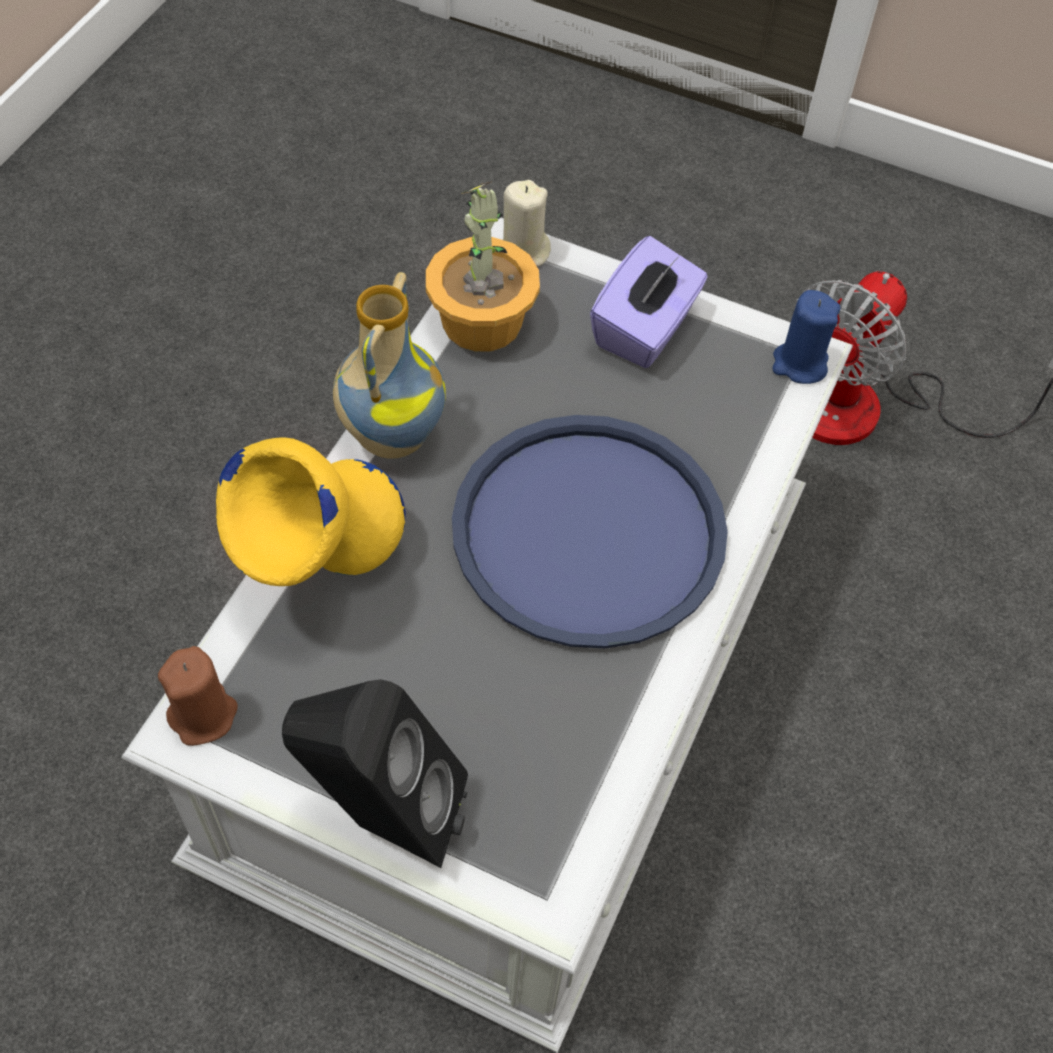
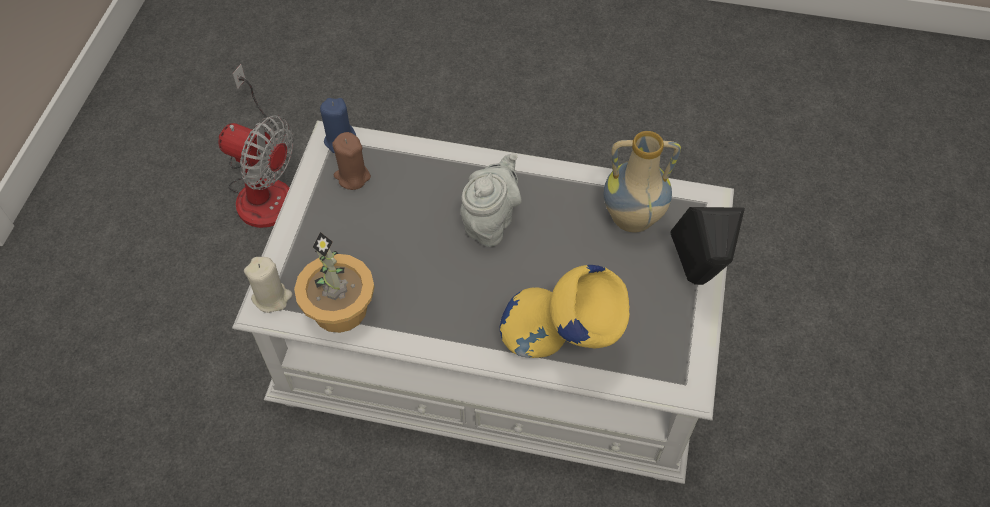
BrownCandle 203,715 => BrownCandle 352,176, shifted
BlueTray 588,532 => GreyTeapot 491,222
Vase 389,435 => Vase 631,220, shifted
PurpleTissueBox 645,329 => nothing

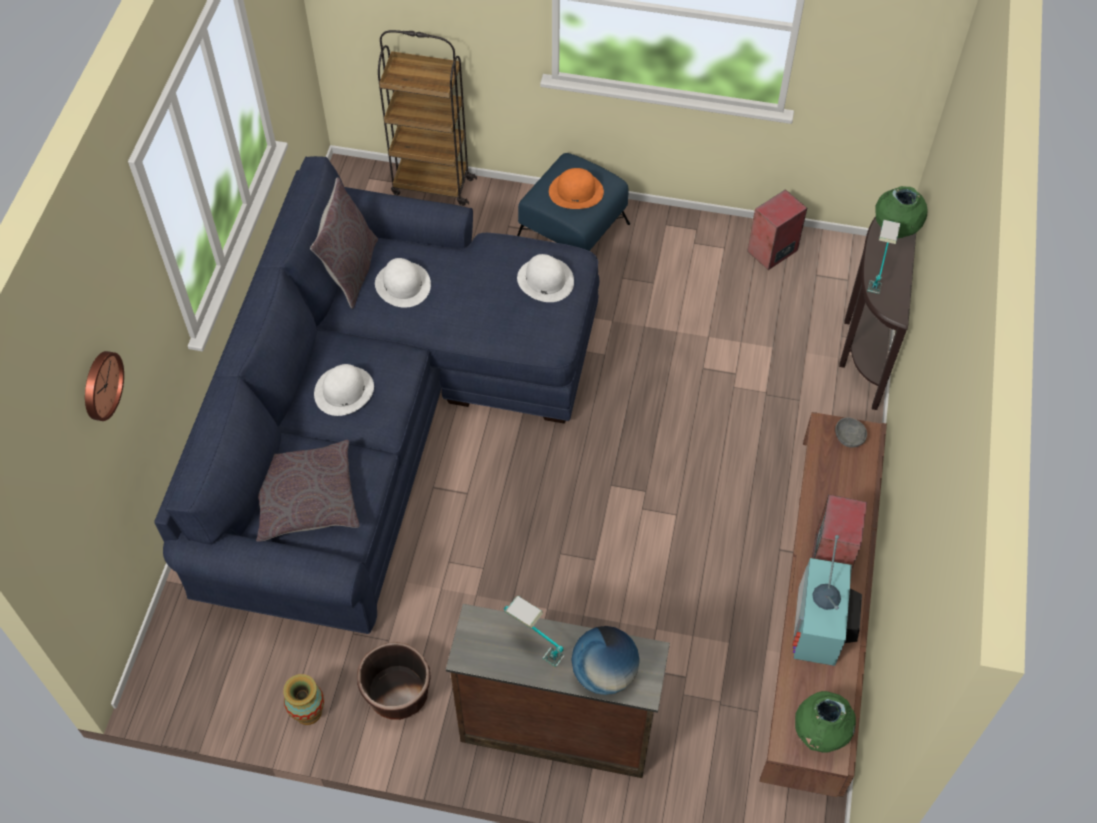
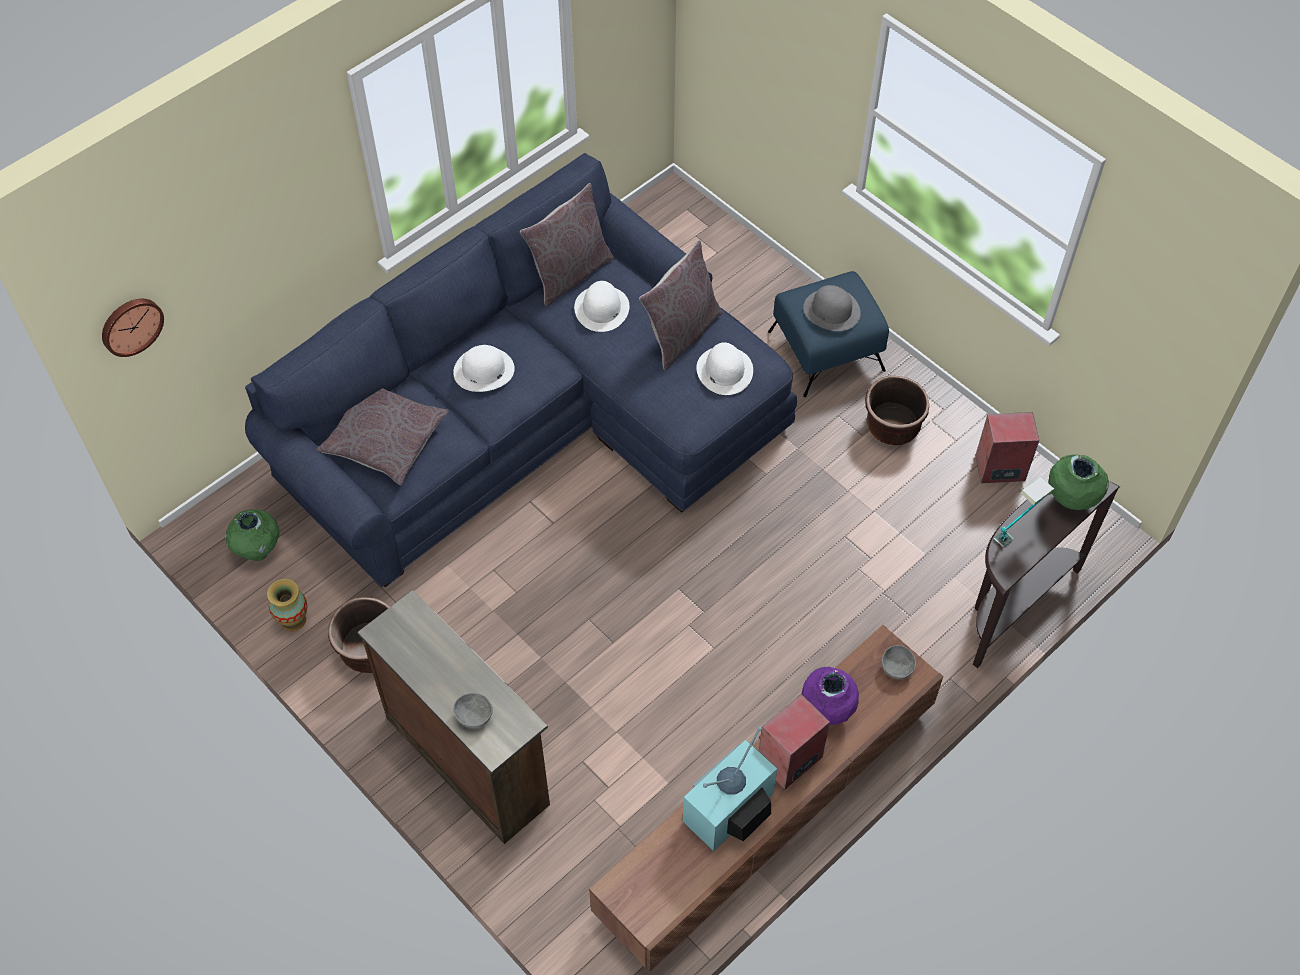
WallClock 100,385 => WallClock 130,325, shifted
GreenVase 819,735 => GreenVase 258,550, shifted
Globe 604,673 => GreyBowl 474,715
nothing => GreyPillow 681,334
nothing => PurpleVase 826,709
OrangeHat 576,191 => GreyHat 832,310
nothing => BrownPlanter 892,426
BrownCart 432,186 => nothing
TableLamp 533,644 => nothing

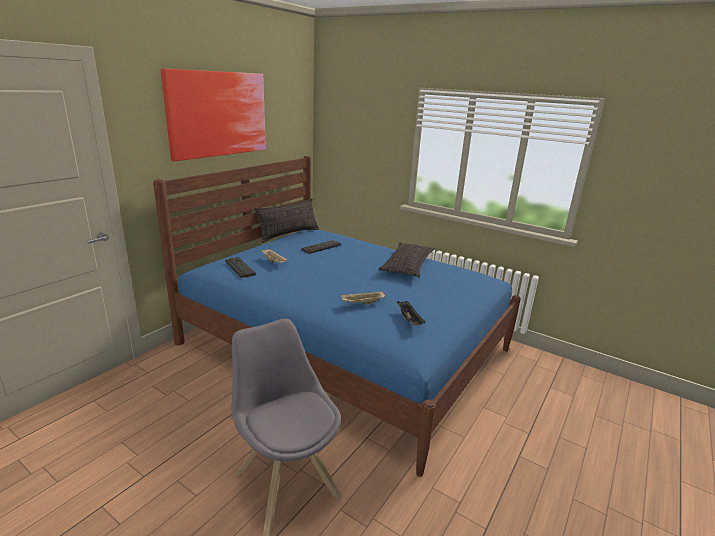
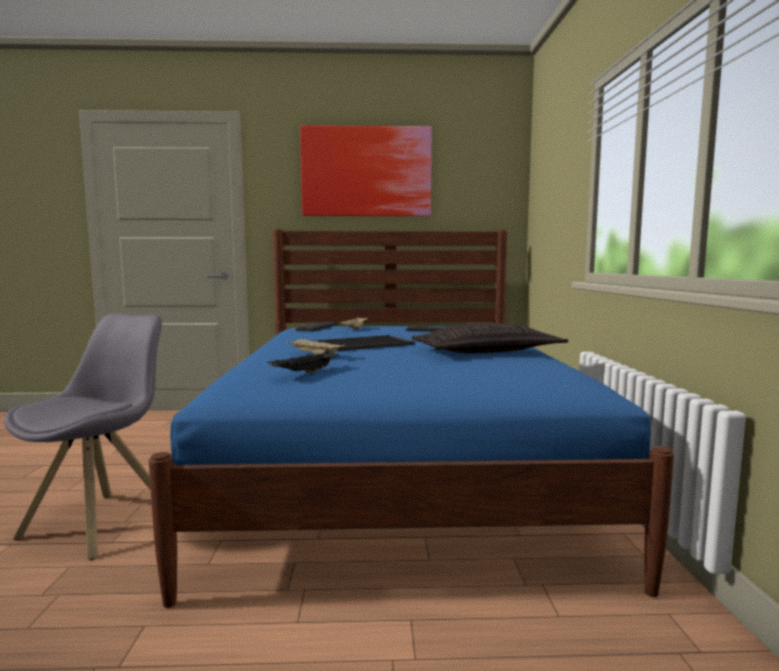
nothing => Tray 361,344
Pillow 289,234 => nothing

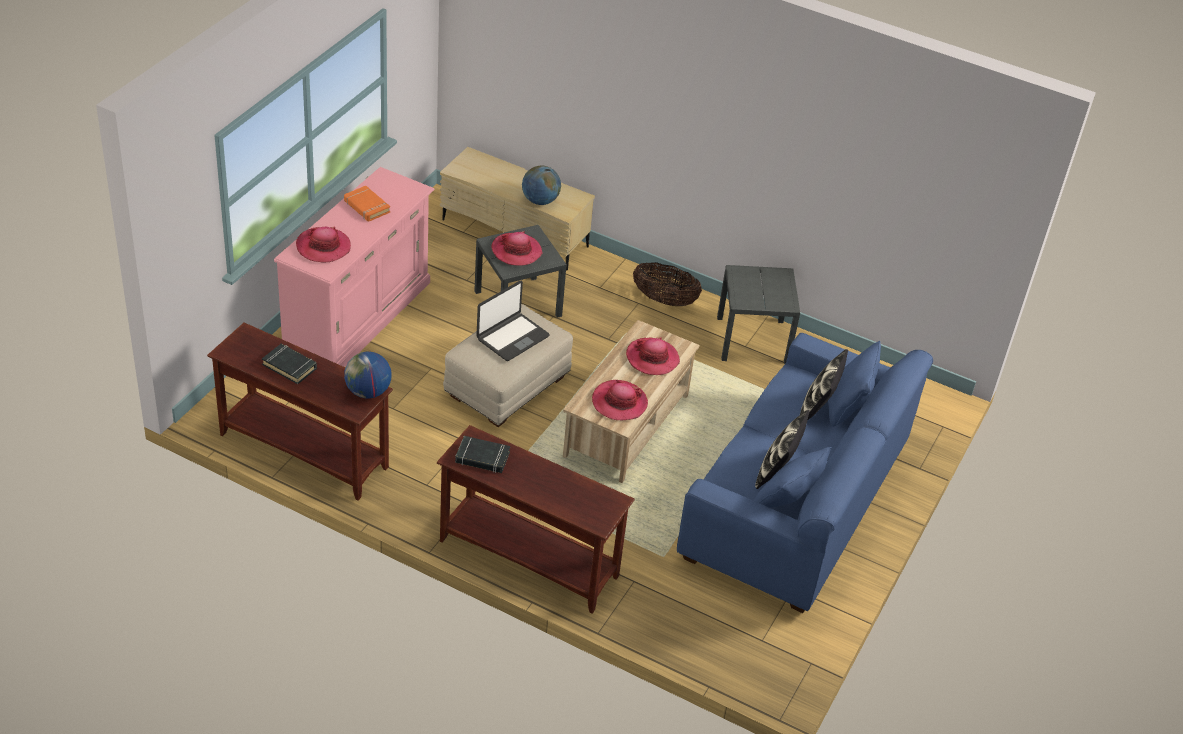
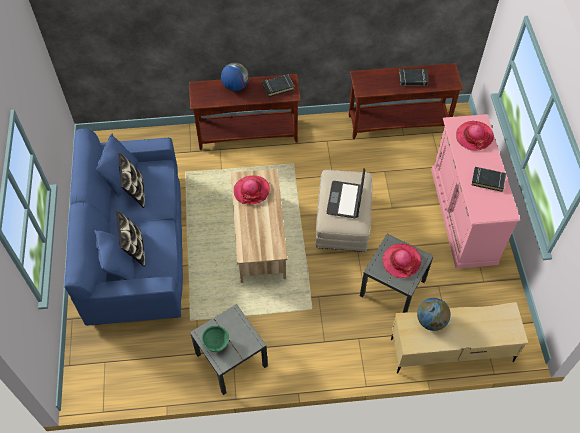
nothing => GreenBowl 216,344
Globe 368,392 => Globe 235,86, shifted
OrangeBook 366,207 => BlackBook 488,180
Hat 652,358 => nothing
Basket 664,300 => nothing

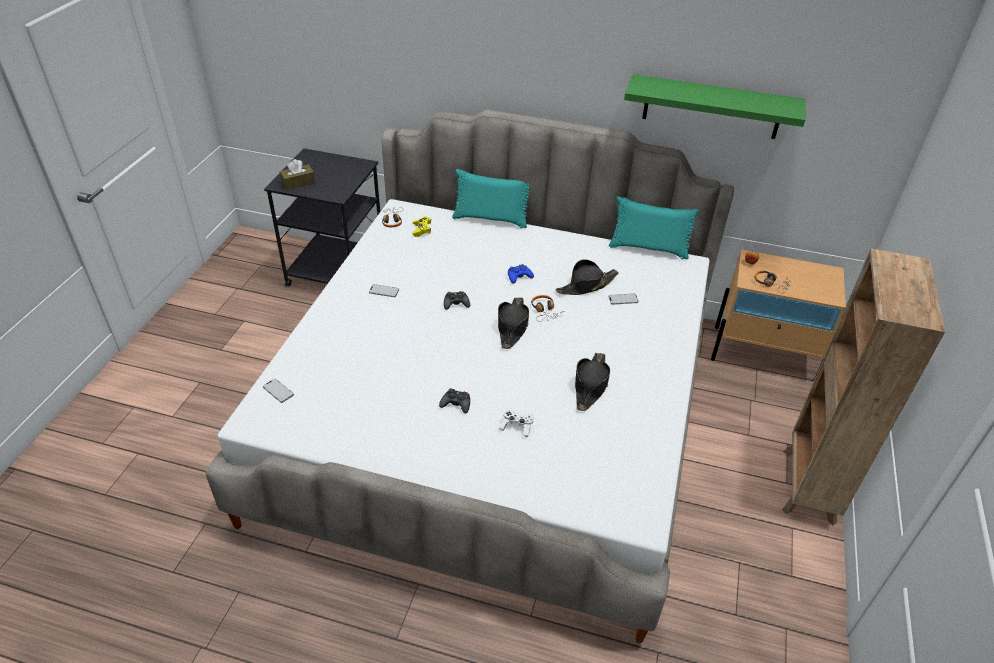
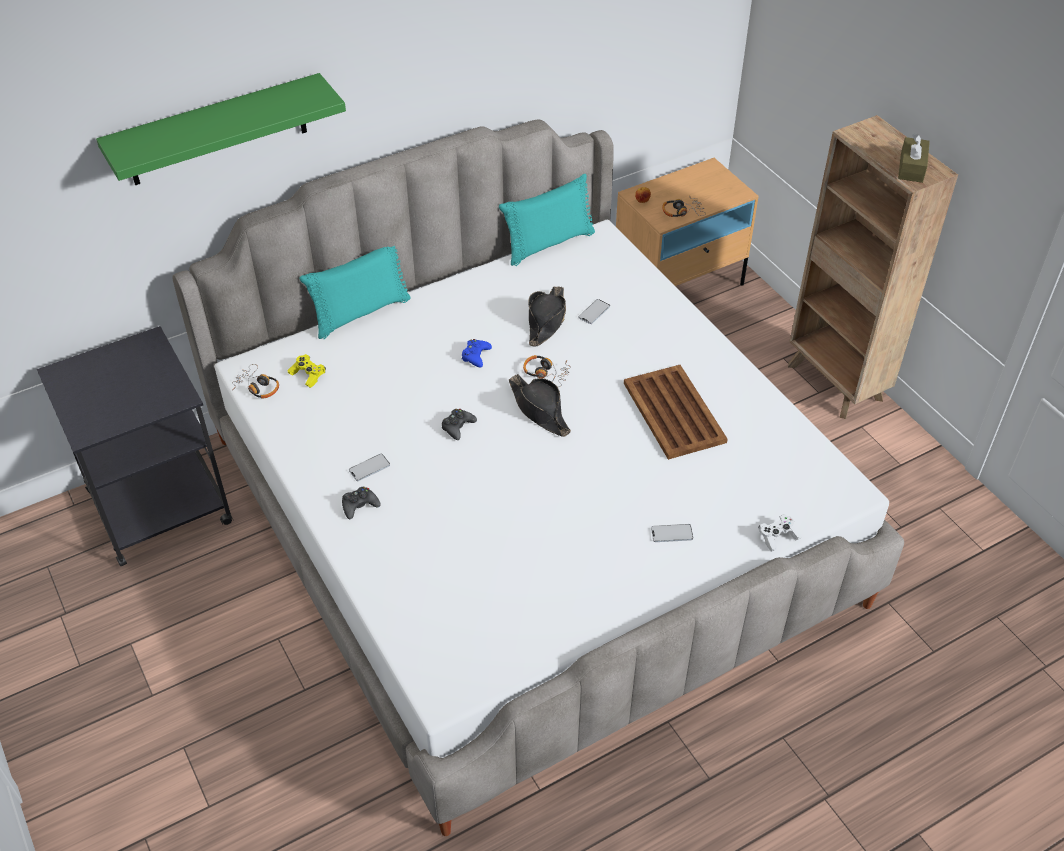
GreenShelf 712,107 => GreenShelf 217,131, shifted
BlackGameController 456,404 => BlackGameController 359,505, shifted
BlackHat 590,385 => BrownTray 674,413
Phone 278,391 => Phone 672,534, shifted
WhiteGameController 516,426 => WhiteGameController 778,537, shifted
BrownTissueBox 298,183 => BrownTissueBox 911,168, shifted

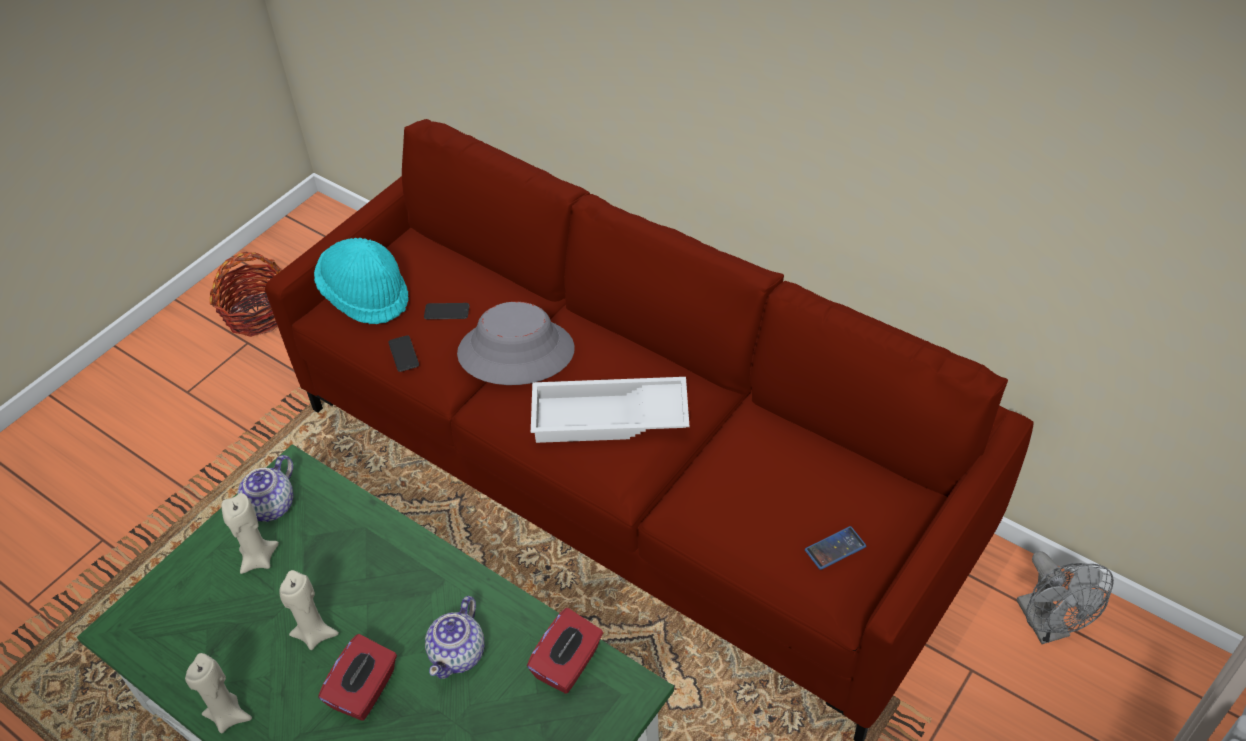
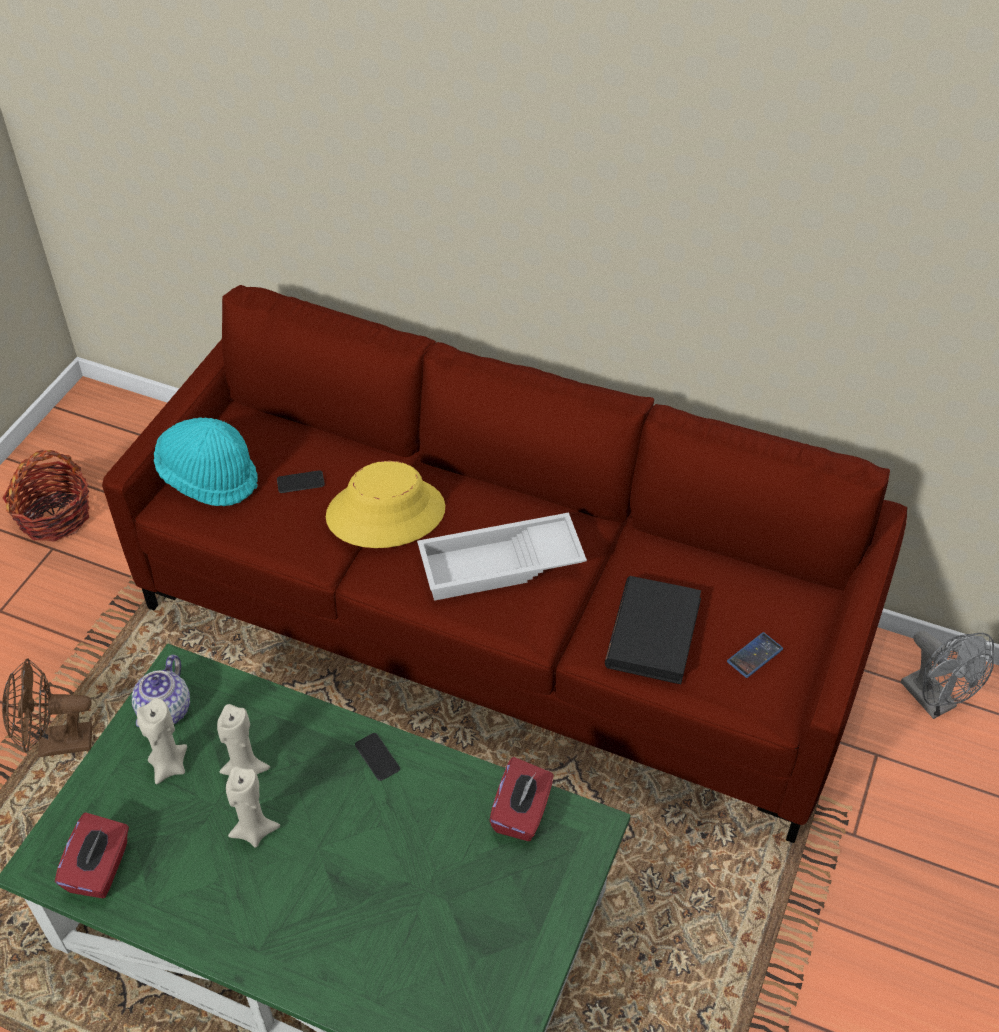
nothing => BrownFan 56,744
RedTissueBox 365,690 => RedTissueBox 100,869, shifted
BeigeCandle 229,715 => BeigeCandle 245,769, shifted
GreyHat 516,351 => YellowHat 385,513
Phone 403,354 => Phone 377,757, shifted
nothing => BlackBook 653,633
Teapot 458,653 => nothing

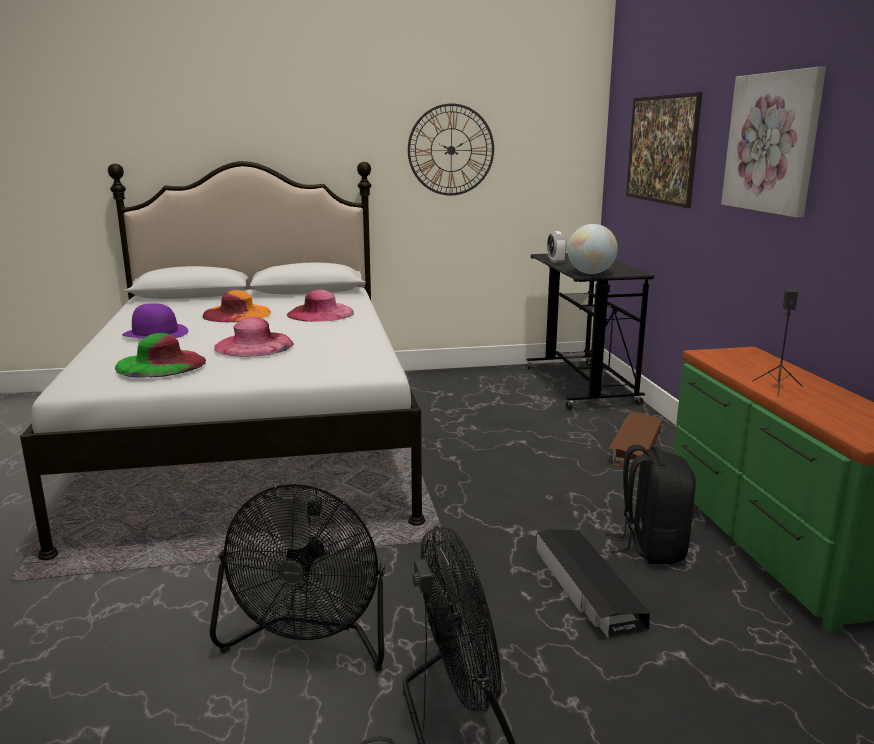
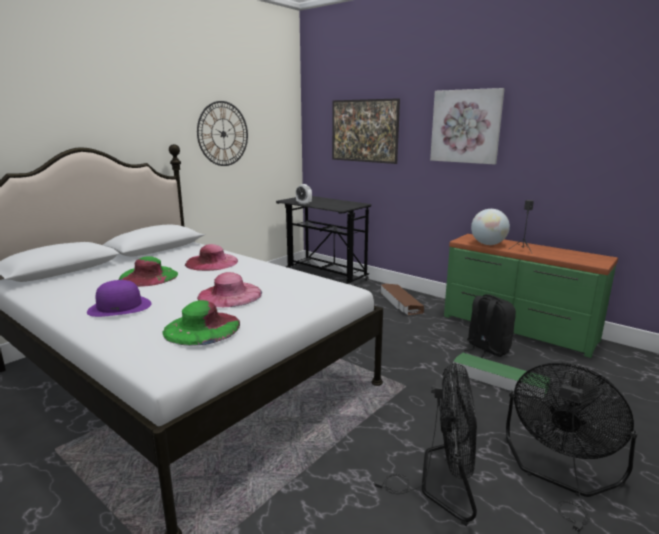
OrangeHat 237,314 => GreenHat 148,276
BlackFan 305,638 => BlackFan 440,478, 45 degrees counterclockwise
BlackStorageBox 587,588 => GreenStorageBox 499,380
Globe 590,273 => Globe 488,244, shifted

